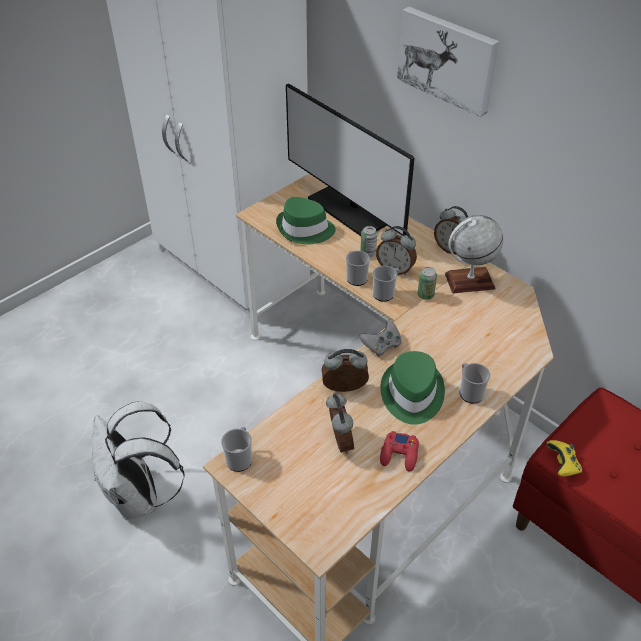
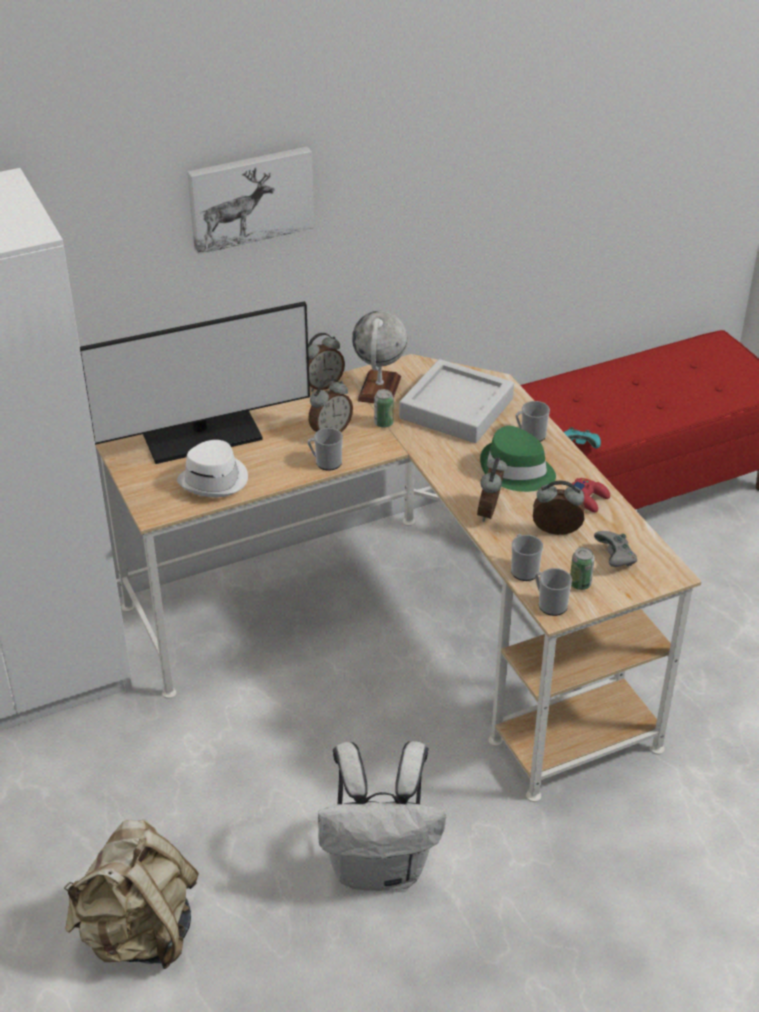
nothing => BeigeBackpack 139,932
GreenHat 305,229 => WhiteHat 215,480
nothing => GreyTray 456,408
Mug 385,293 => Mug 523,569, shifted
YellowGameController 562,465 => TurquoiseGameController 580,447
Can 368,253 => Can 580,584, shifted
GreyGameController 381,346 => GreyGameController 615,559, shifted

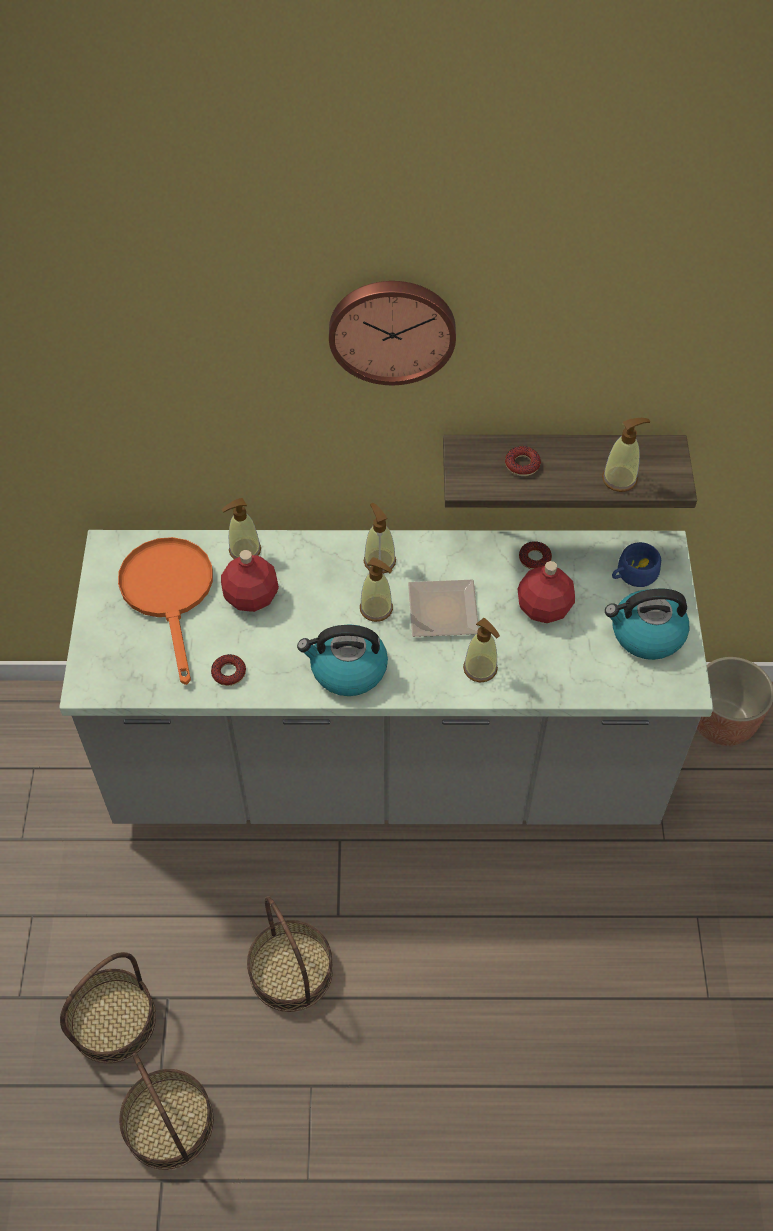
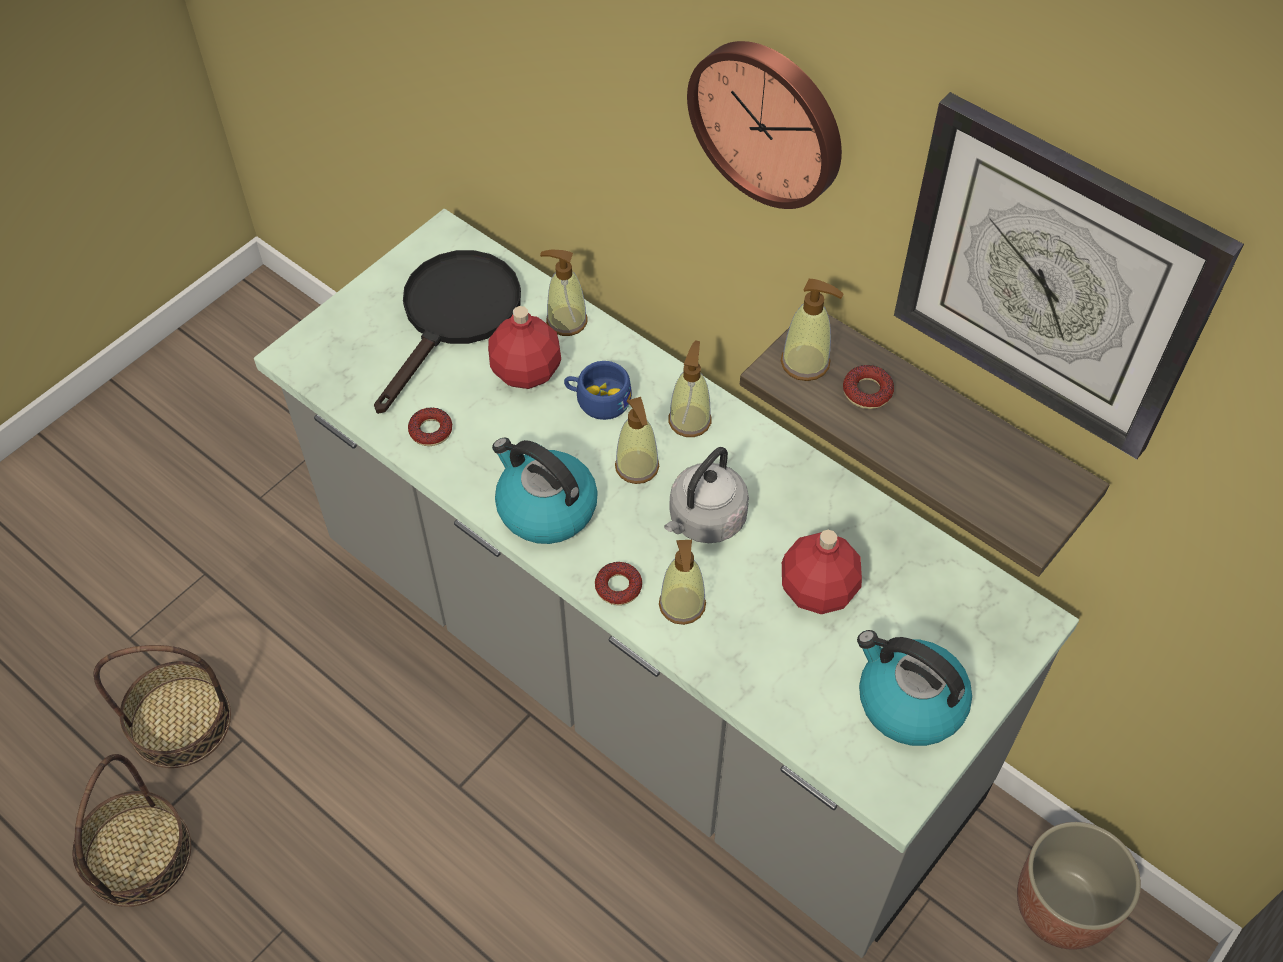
OrangeFryingPan 170,594 => BlackFryingPan 454,317
BlueCup 633,574 => BlueCup 597,399, shifted
Donut 534,558 => Donut 618,587, shifted
Plate 445,613 => GreyKettle 704,521
SoapDispenser 620,479 => SoapDispenser 805,363, shifted
nothing => WallClock 1052,278
Basket 291,970 => nothing

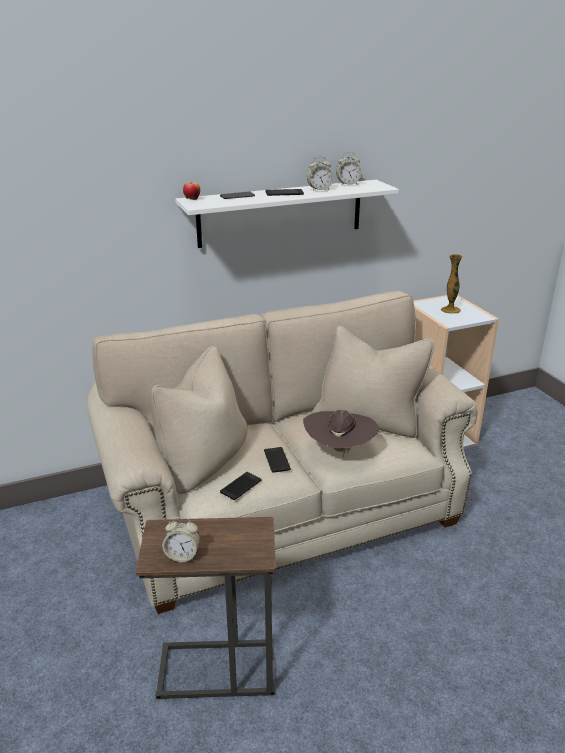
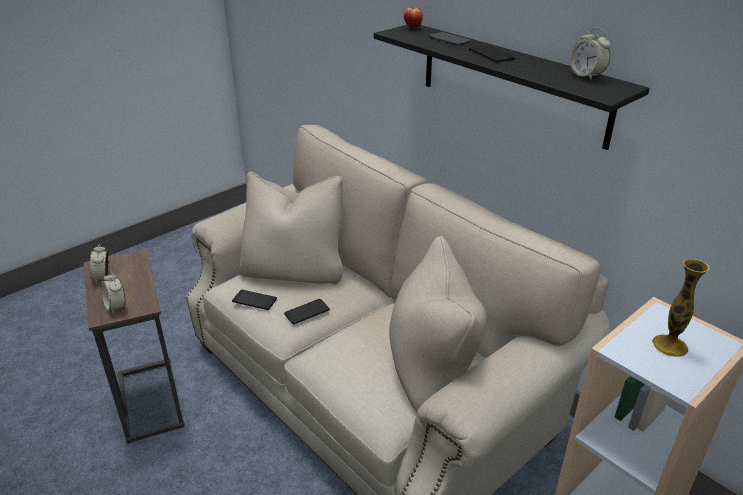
AlarmClock 319,190 => AlarmClock 116,307, shifted
WhiteShelf 281,213 => BlackShelf 511,83
BrownHat 339,450 => nothing

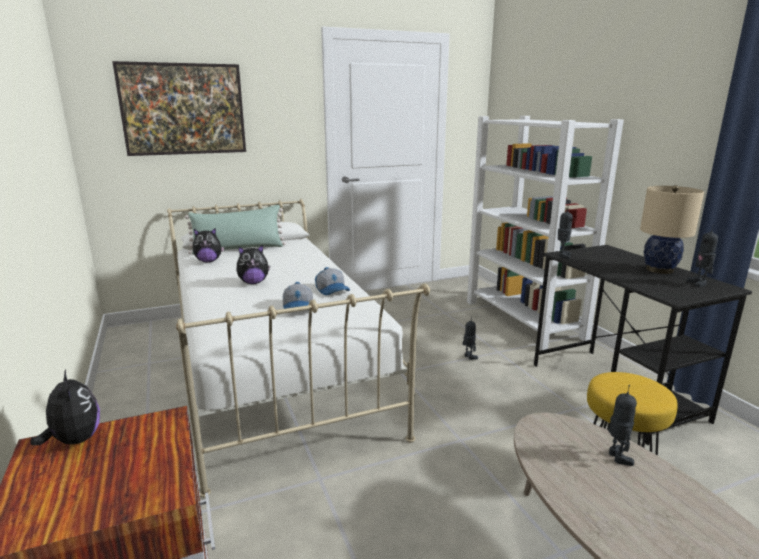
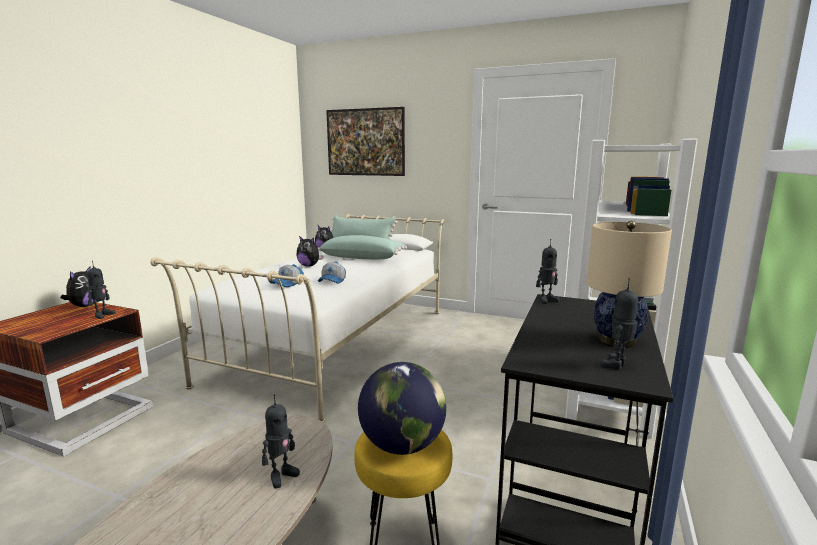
ToyRobot 469,357 => ToyRobot 102,315, shifted
nothing => GreenPillow 363,258
nothing => Globe 402,445

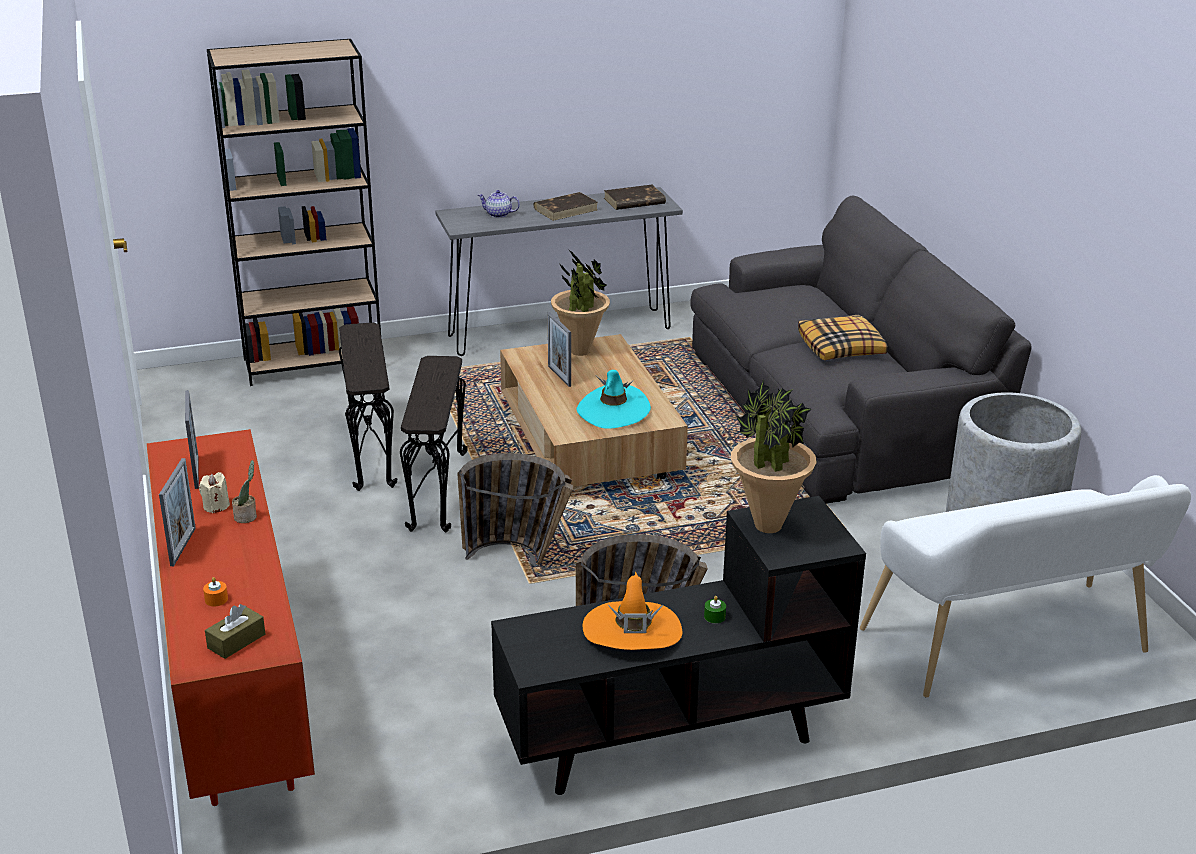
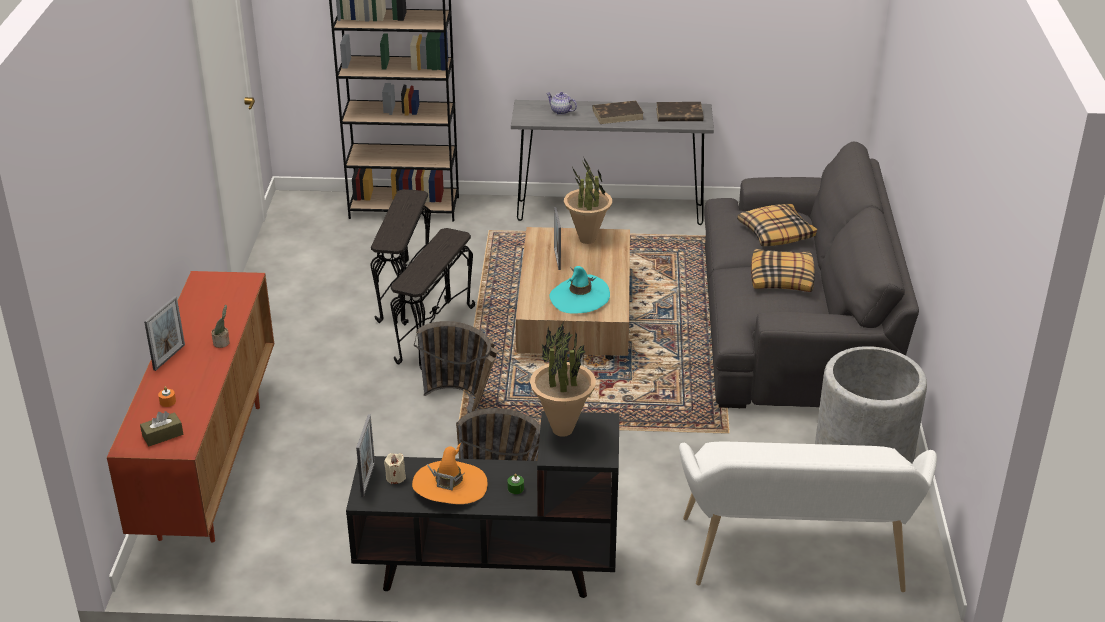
PictureFrame 196,472 => PictureFrame 368,479, shifted
BeigeCandle 216,506 => BeigeCandle 395,477, shifted
nothing => Pillow 776,233

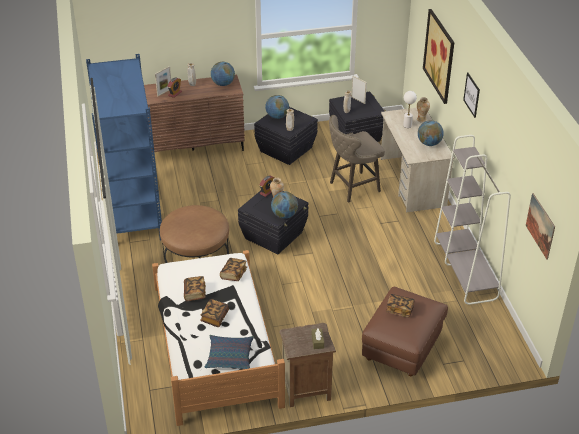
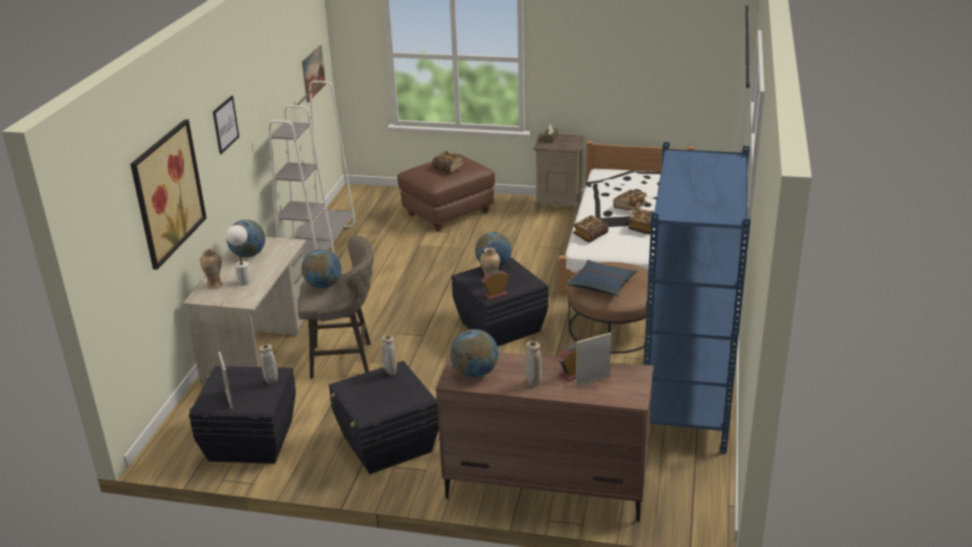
Globe 277,116 => Globe 323,285, shifted
BluePillow 229,357 => BluePillow 602,285, shifted

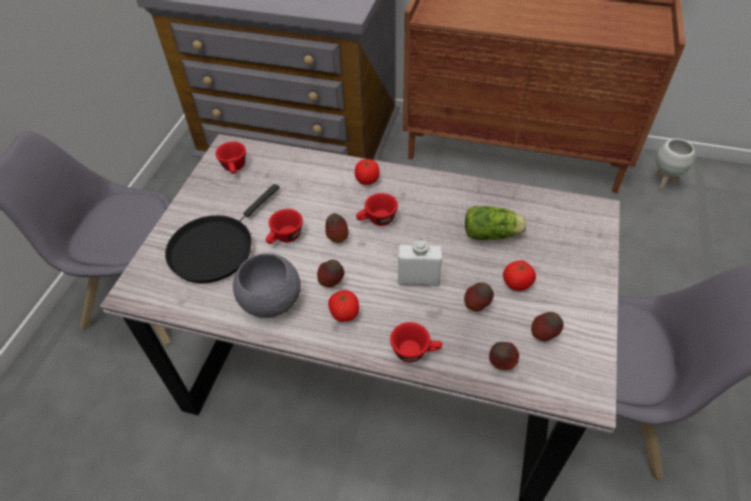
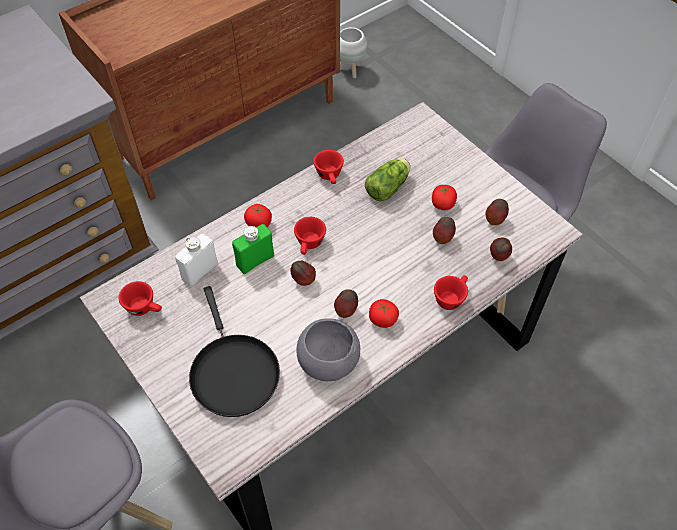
WhiteBottle 418,280 => WhiteBottle 200,272, shifted
nothing => GreenBottle 255,261
RedCup 285,238 => RedCup 330,176, shifted

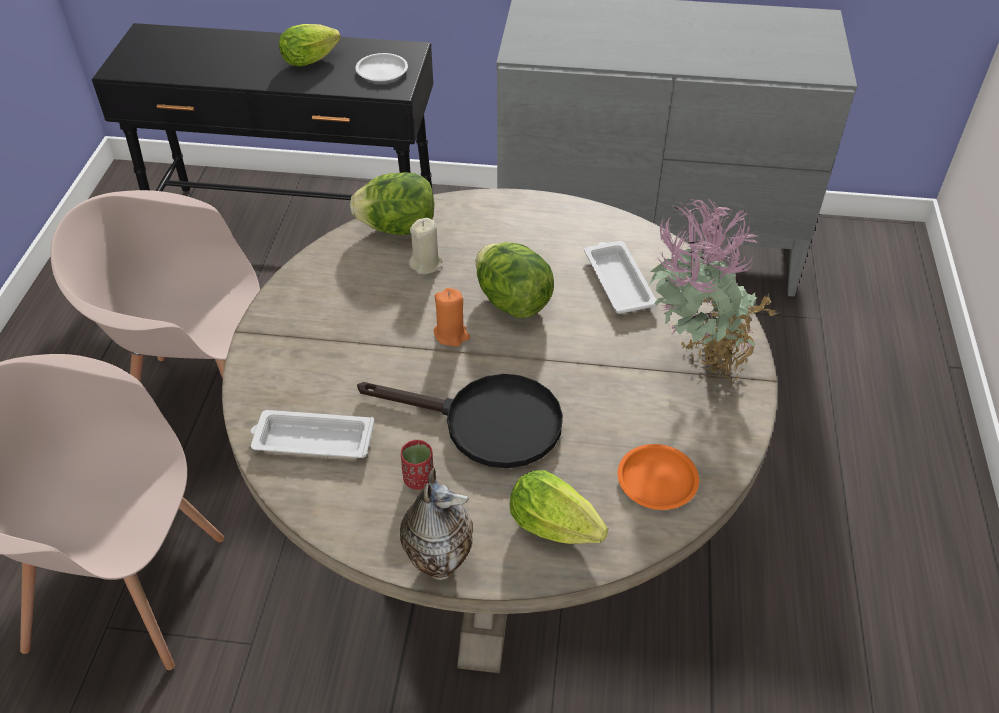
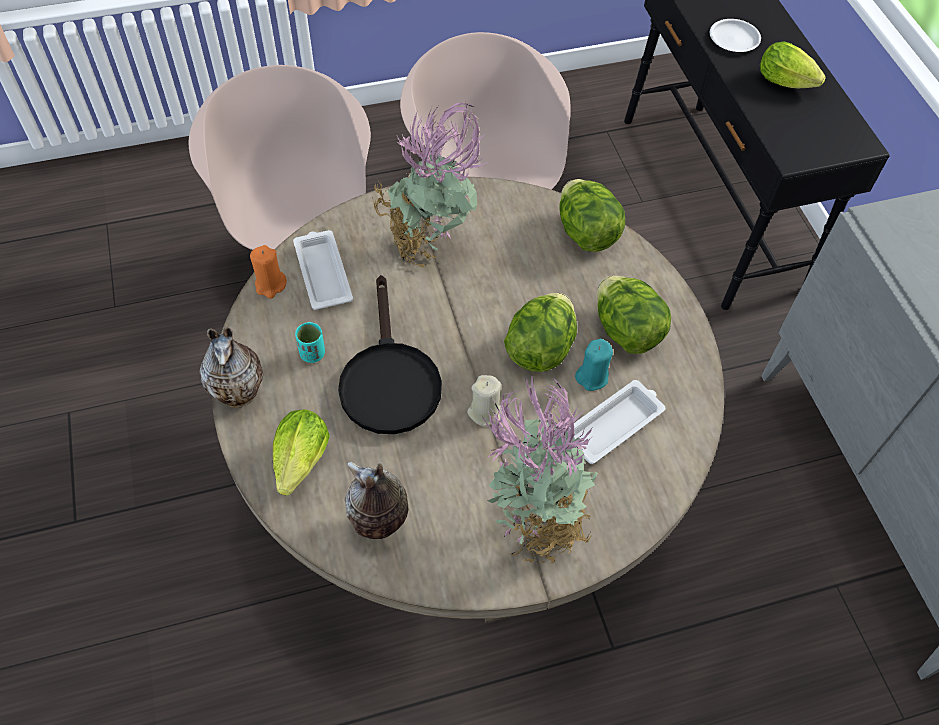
OrangeCandle 451,334 => OrangeCandle 270,285, shifted
RedCup 418,479 => TurquoiseCup 312,354
OrangePlate 658,481 => Vase 379,526
nothing => PottedPlant 430,244
BeigeCandle 426,264 => BeigeCandle 485,412, shifted
nothing => TurquoiseCandle 592,377
nothing => Lettuce 626,331
WhitePlate 382,71 => WhitePlate 734,39, shifted

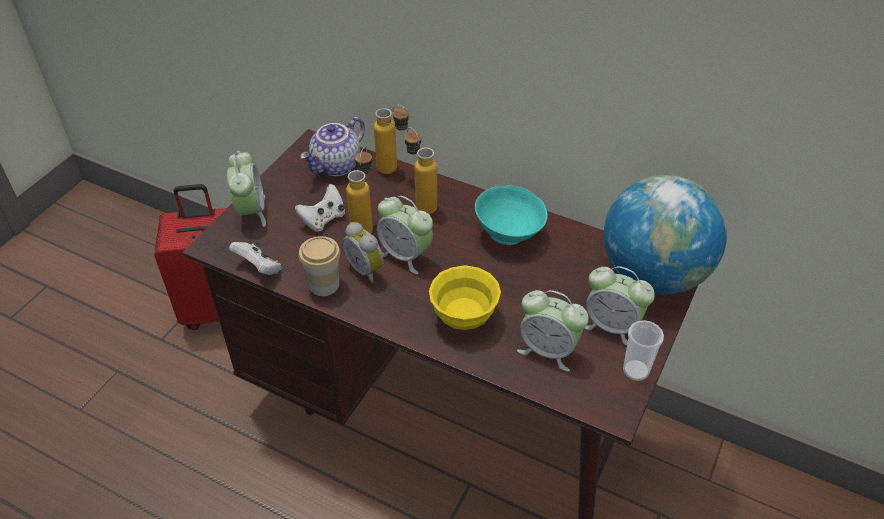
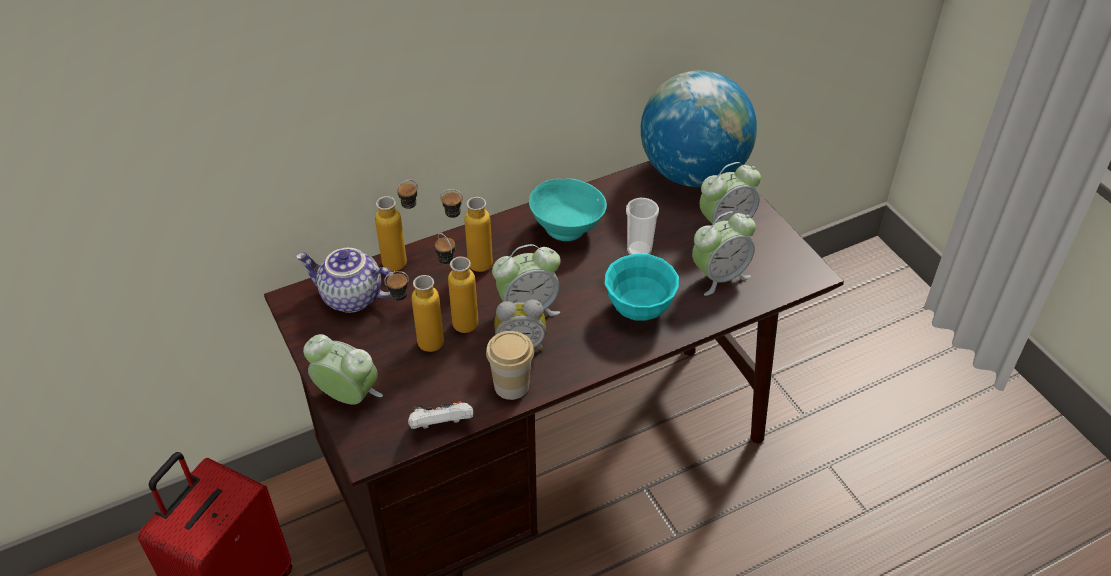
Teapot 337,166 => Teapot 350,298, 120 degrees clockwise
WhiteGameController 323,219 => Bottle 419,344
YellowBowl 464,317 => TurquoiseBowl 639,308
Cup 635,370 => Cup 639,250, shifted

